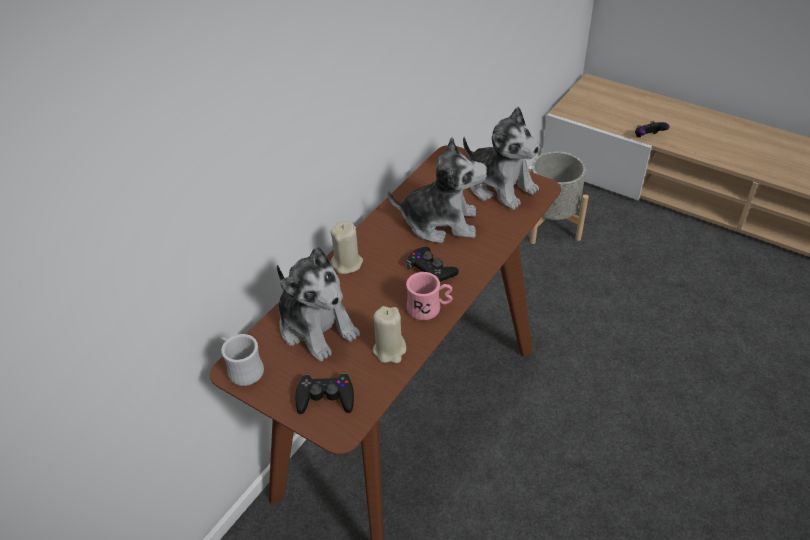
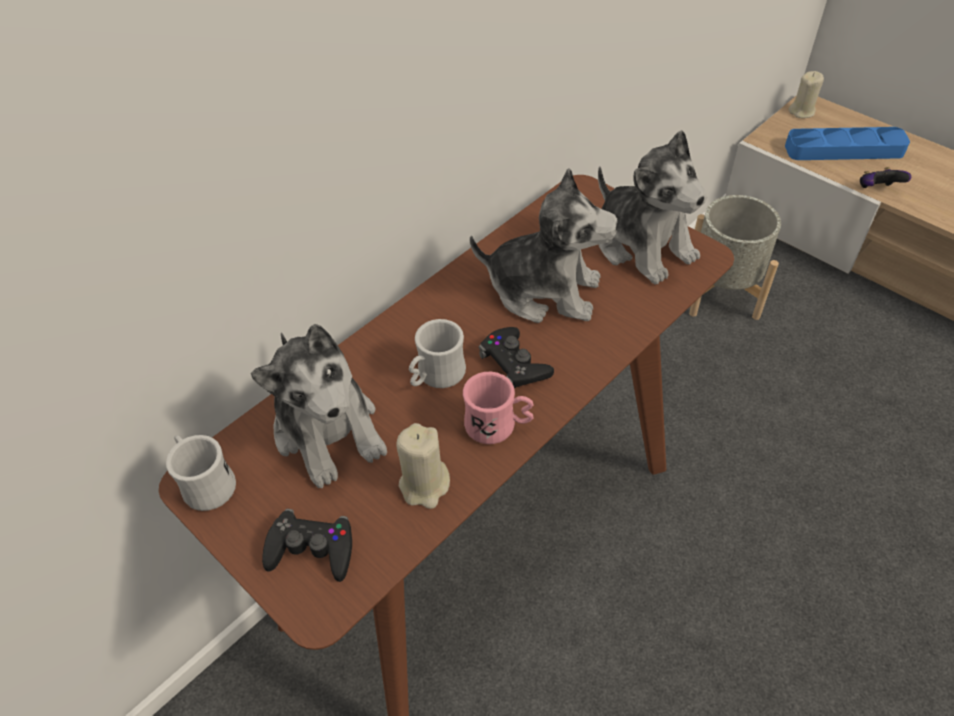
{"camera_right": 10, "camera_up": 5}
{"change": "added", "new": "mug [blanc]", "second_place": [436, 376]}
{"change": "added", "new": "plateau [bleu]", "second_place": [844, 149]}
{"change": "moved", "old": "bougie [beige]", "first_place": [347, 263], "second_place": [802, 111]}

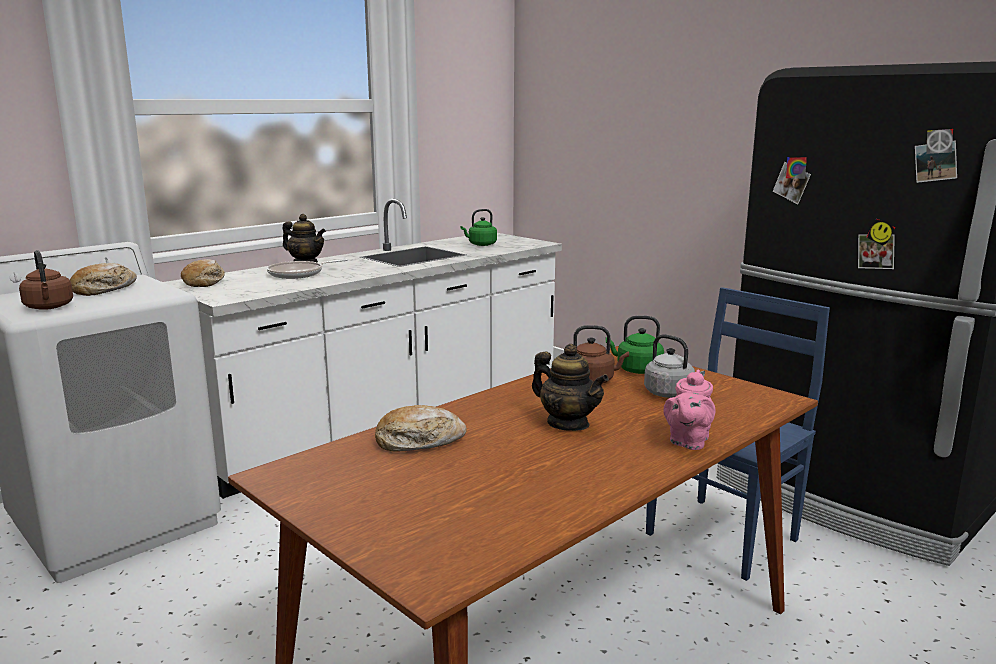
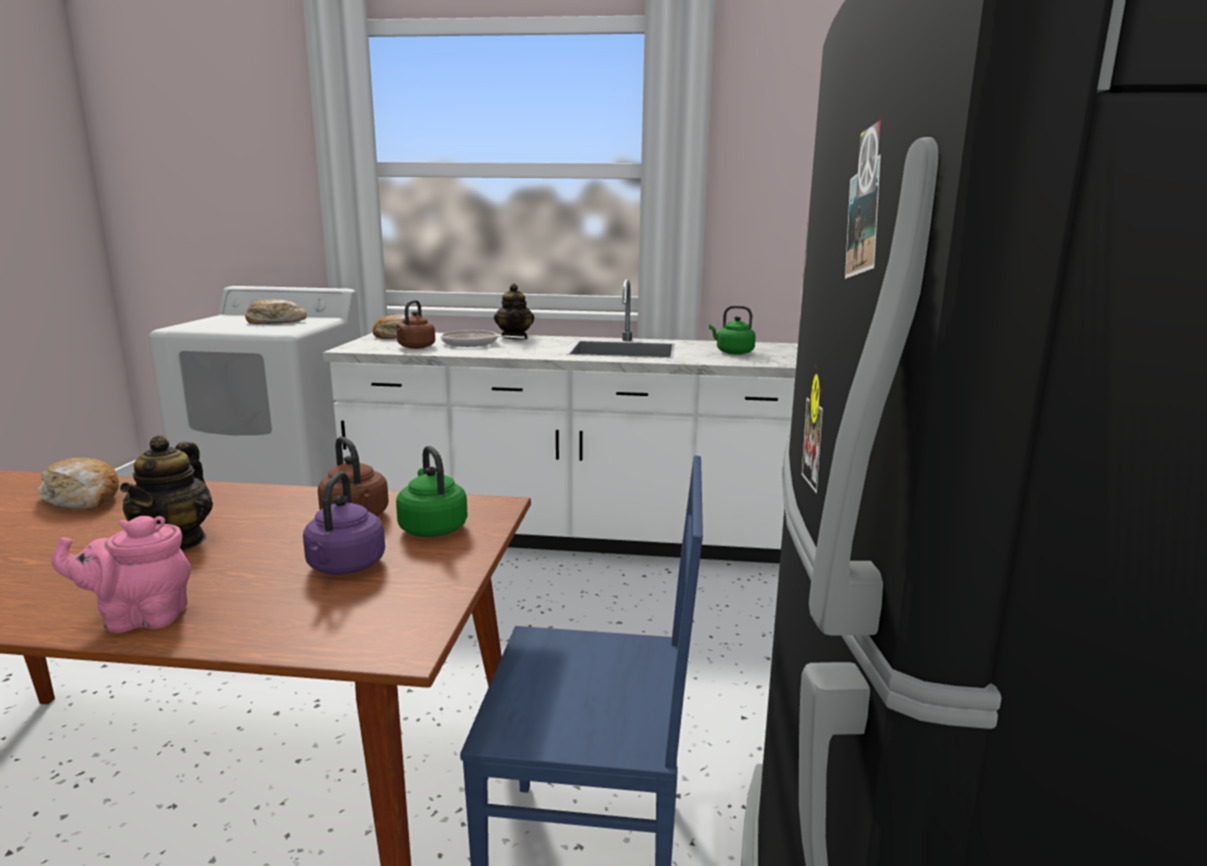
{"camera_right": 50, "camera_up": 0}
{"change": "recoloured", "old": "bouilloire [gris]", "new": "bouilloire [violet]", "first_place": [671, 394], "second_place": [344, 567]}
{"change": "moved", "old": "bouilloire [marron]", "first_place": [49, 307], "second_place": [415, 347]}

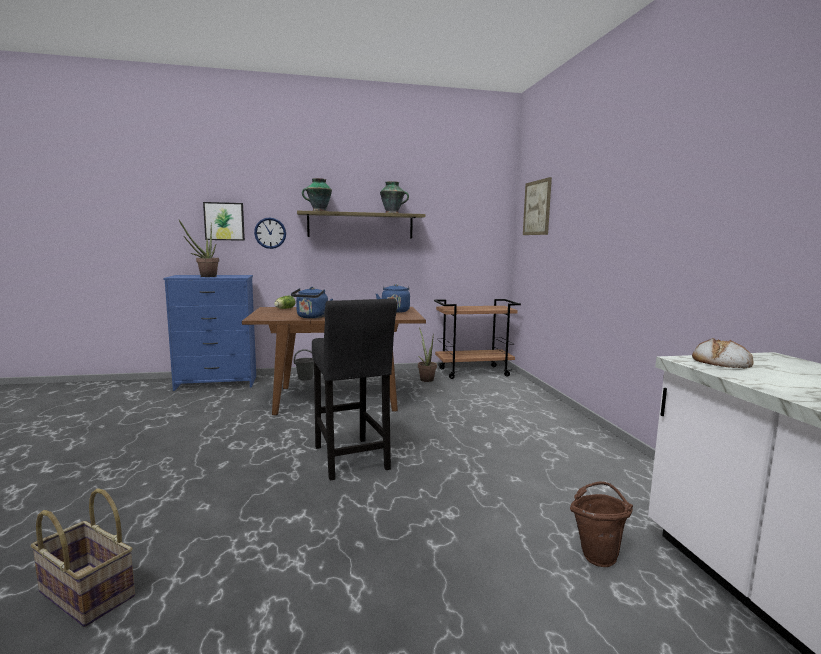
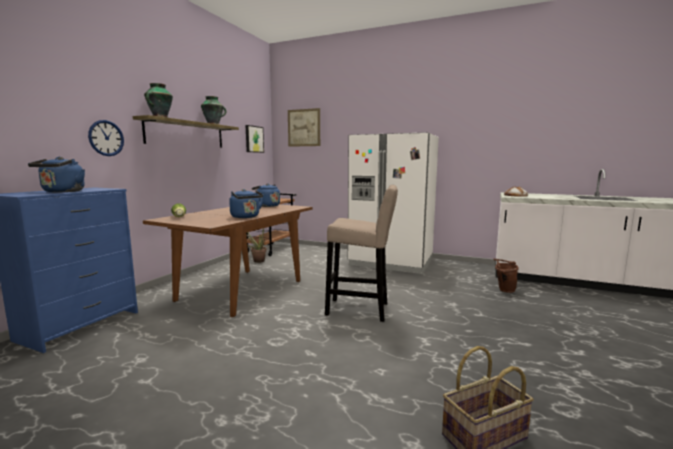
{"camera_right": -55, "camera_up": 0}
{"change": "replaced", "old": "plante en pot", "new": "bouilloire [bleu]", "first_place": [205, 276], "second_place": [62, 192]}
{"change": "moved", "old": "tableau", "first_place": [224, 221], "second_place": [254, 139]}
{"change": "recoloured", "old": "tabouret [noir]", "new": "tabouret [beige]", "first_place": [351, 460], "second_place": [361, 310]}
{"change": "added", "new": "réfrigérateur [blanc]", "second_place": [391, 262]}
{"change": "removed", "old": "seau [gris]", "first_place": [305, 378]}

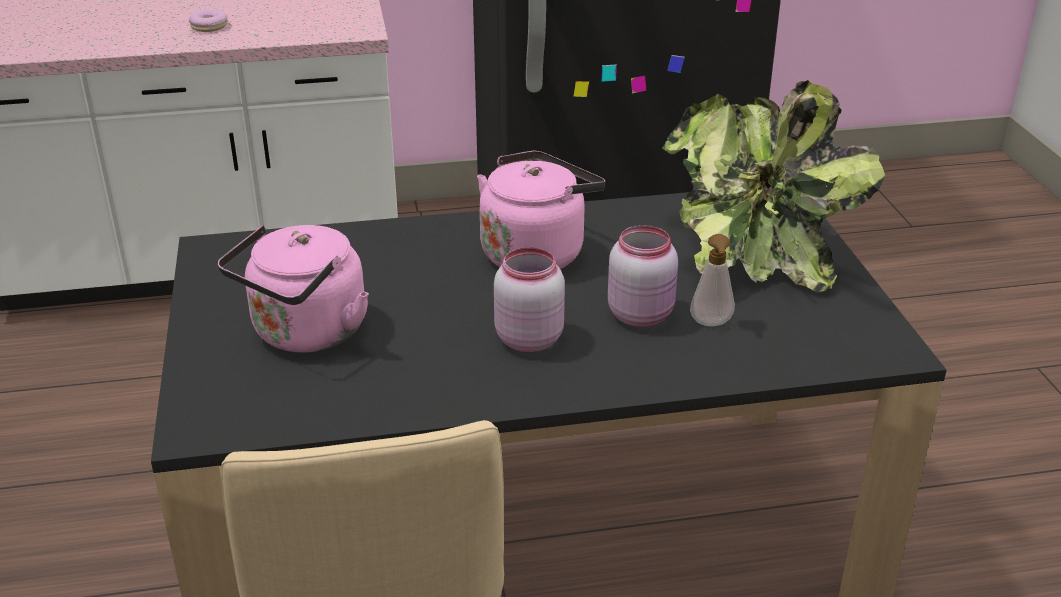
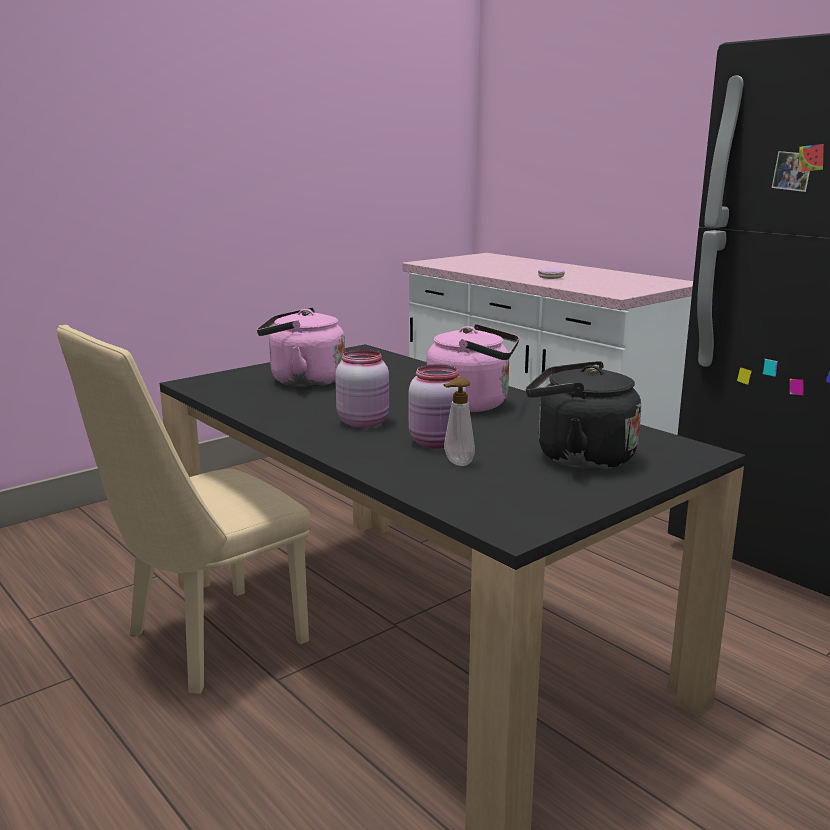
{"camera_right": 60, "camera_up": -15}
{"change": "replaced", "old": "plante en pot", "new": "bouilloire [noir]", "first_place": [746, 256], "second_place": [578, 457]}

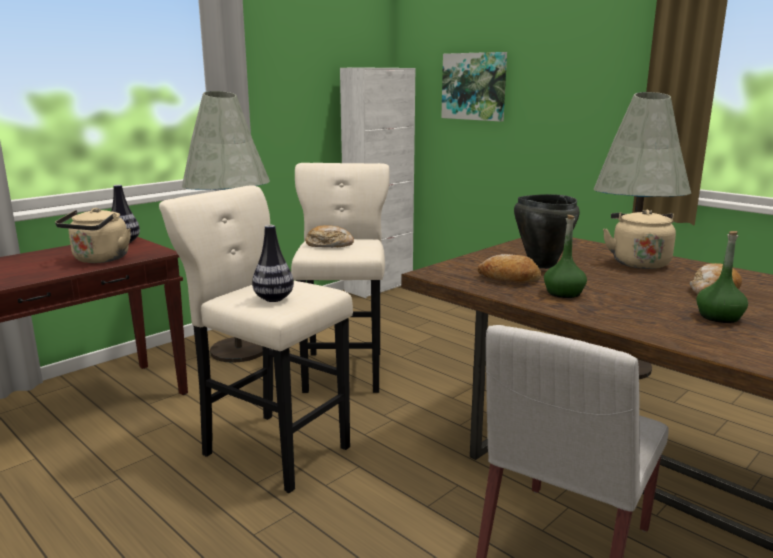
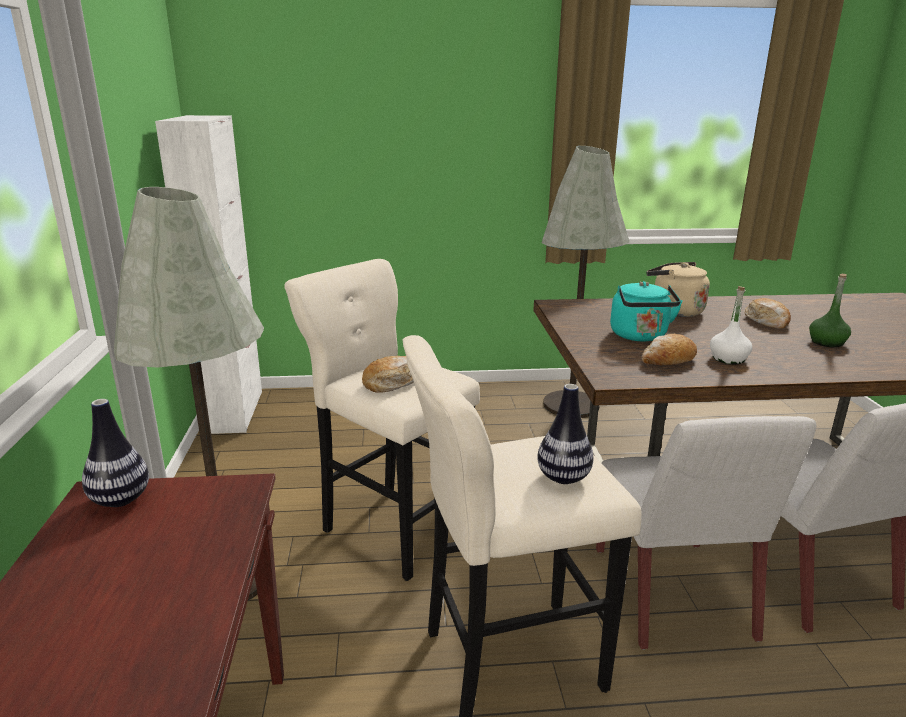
{"camera_right": -50, "camera_up": 5}
{"change": "added", "new": "chaise [blanc]", "second_place": [672, 594]}
{"change": "replaced", "old": "marmite [noir]", "new": "bouilloire [turquoise]", "first_place": [541, 265], "second_place": [640, 336]}
{"change": "recoloured", "old": "bouteille [vert]", "new": "bouteille [blanc]", "first_place": [564, 293], "second_place": [728, 359]}
{"change": "removed", "old": "bouilloire [beige]", "first_place": [99, 260]}
{"change": "removed", "old": "tableau", "first_place": [474, 86]}

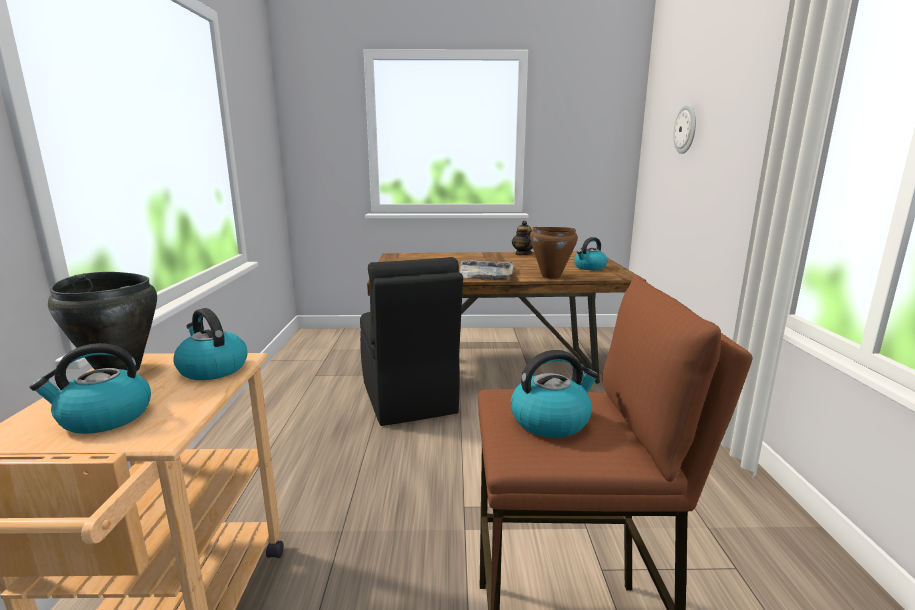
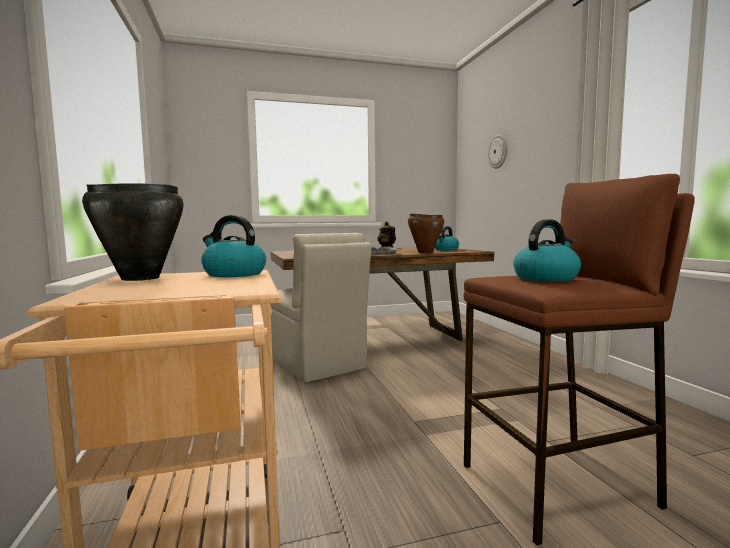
{"camera_right": -15, "camera_up": -10}
{"change": "recoloured", "old": "chaise [noir]", "new": "chaise [beige]", "first_place": [408, 399], "second_place": [317, 364]}
{"change": "removed", "old": "bouilloire", "first_place": [104, 418]}

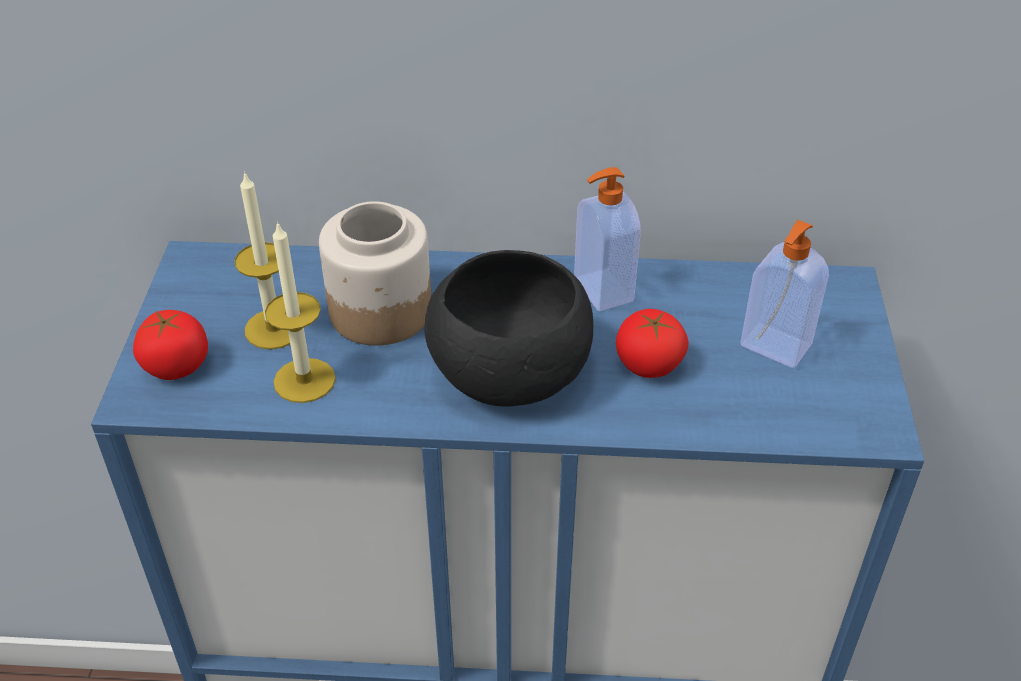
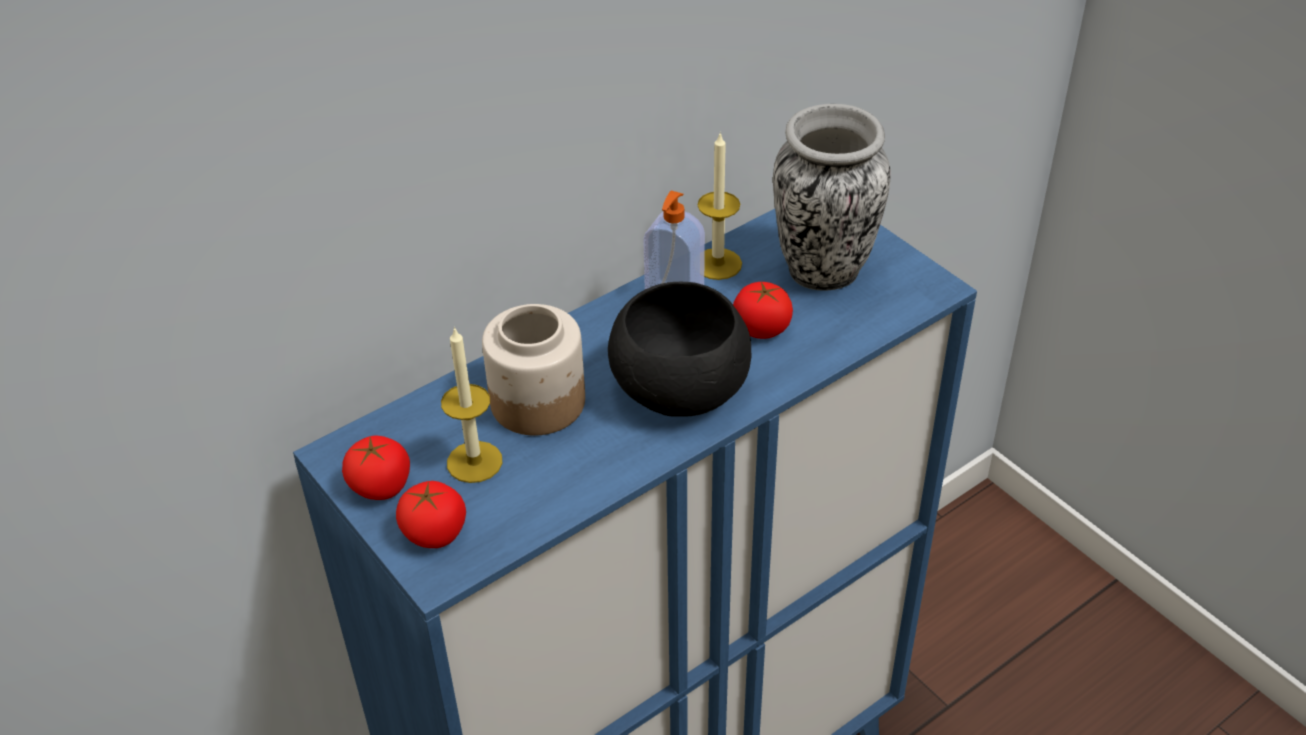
{"camera_right": -40, "camera_up": 0}
{"change": "added", "new": "tomate", "second_place": [380, 486]}
{"change": "moved", "old": "bougie", "first_place": [304, 380], "second_place": [717, 264]}
{"change": "replaced", "old": "distributeur de savon", "new": "vase", "first_place": [774, 347], "second_place": [823, 271]}

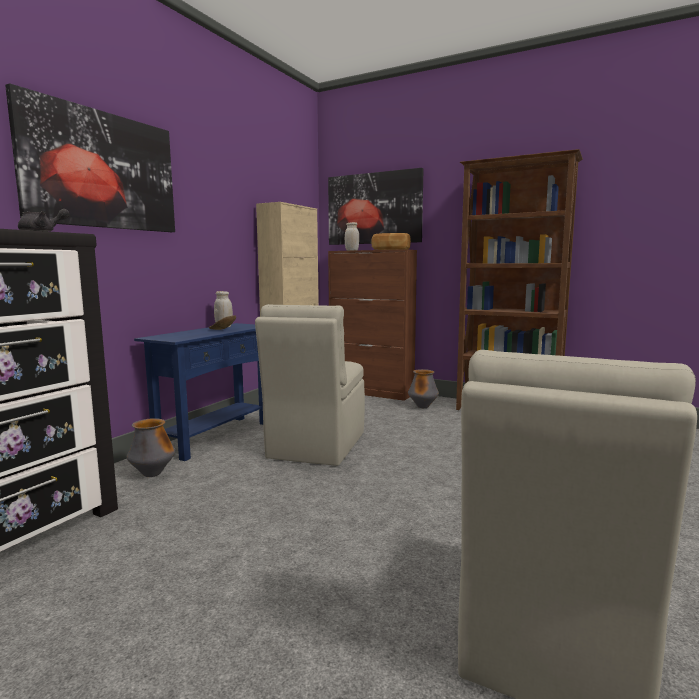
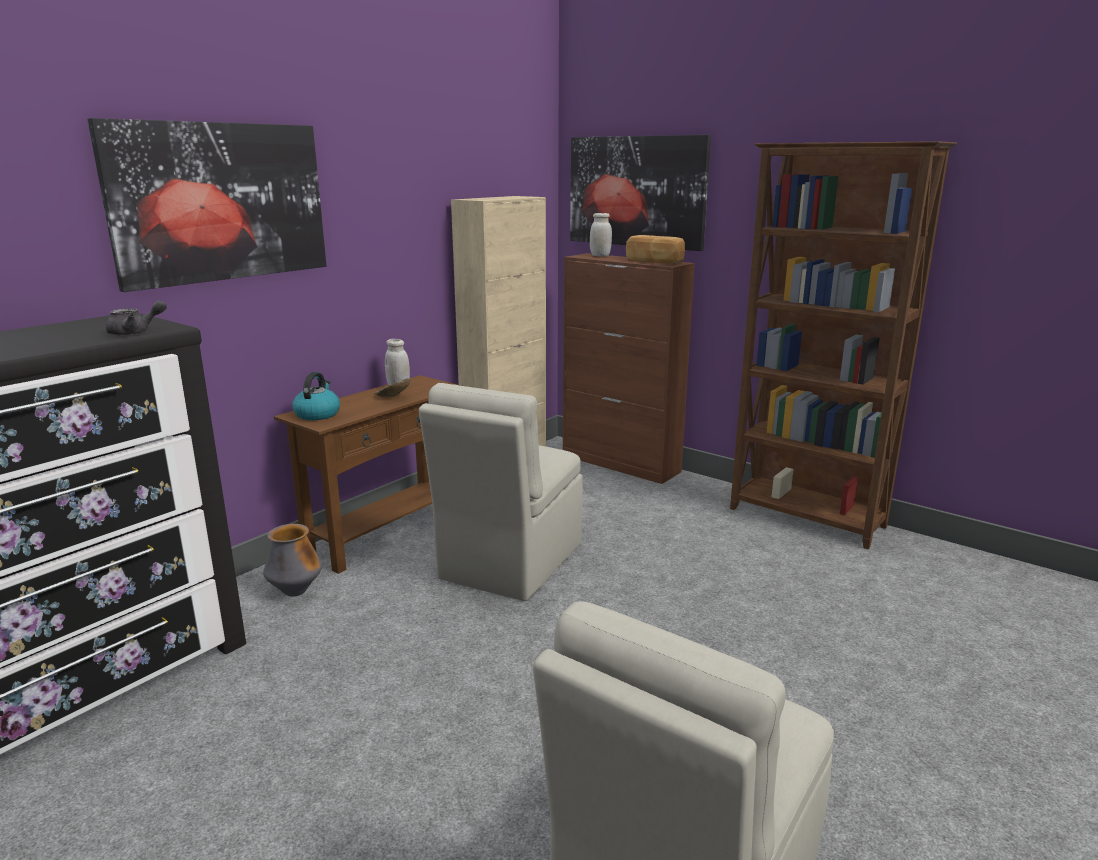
{"camera_right": 10, "camera_up": 10}
{"change": "recoloured", "old": "table console [bleu]", "new": "table console [marron]", "first_place": [215, 437], "second_place": [385, 533]}
{"change": "added", "new": "bouilloire", "second_place": [317, 414]}
{"change": "removed", "old": "vase", "first_place": [423, 407]}

